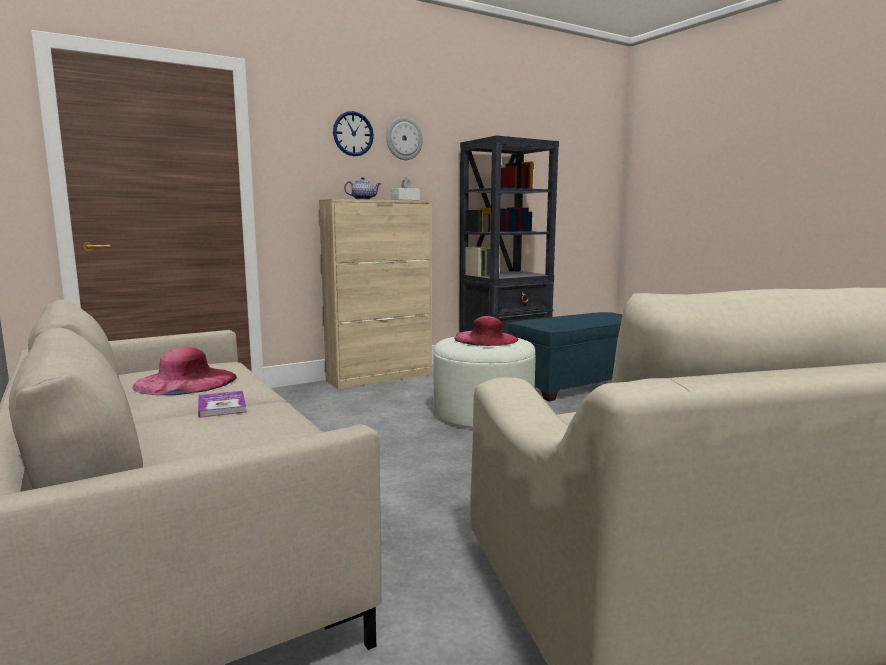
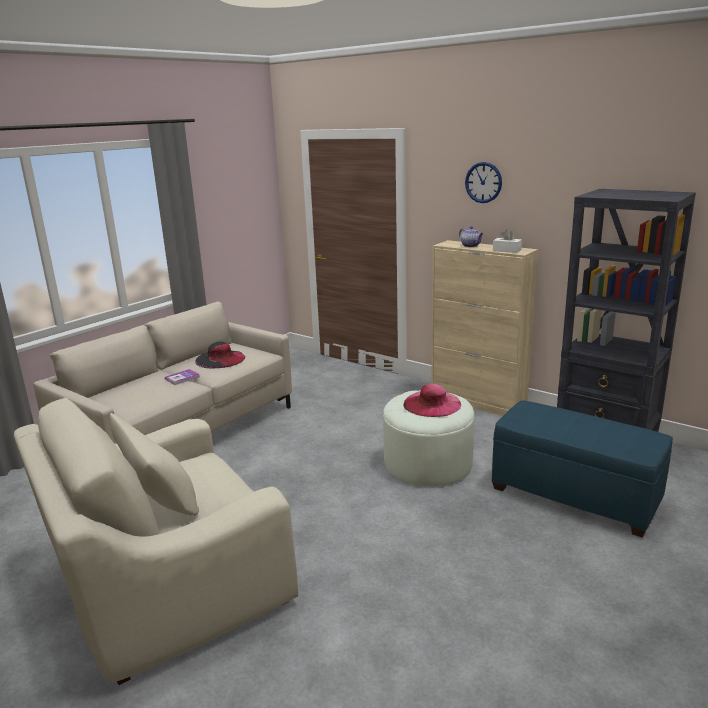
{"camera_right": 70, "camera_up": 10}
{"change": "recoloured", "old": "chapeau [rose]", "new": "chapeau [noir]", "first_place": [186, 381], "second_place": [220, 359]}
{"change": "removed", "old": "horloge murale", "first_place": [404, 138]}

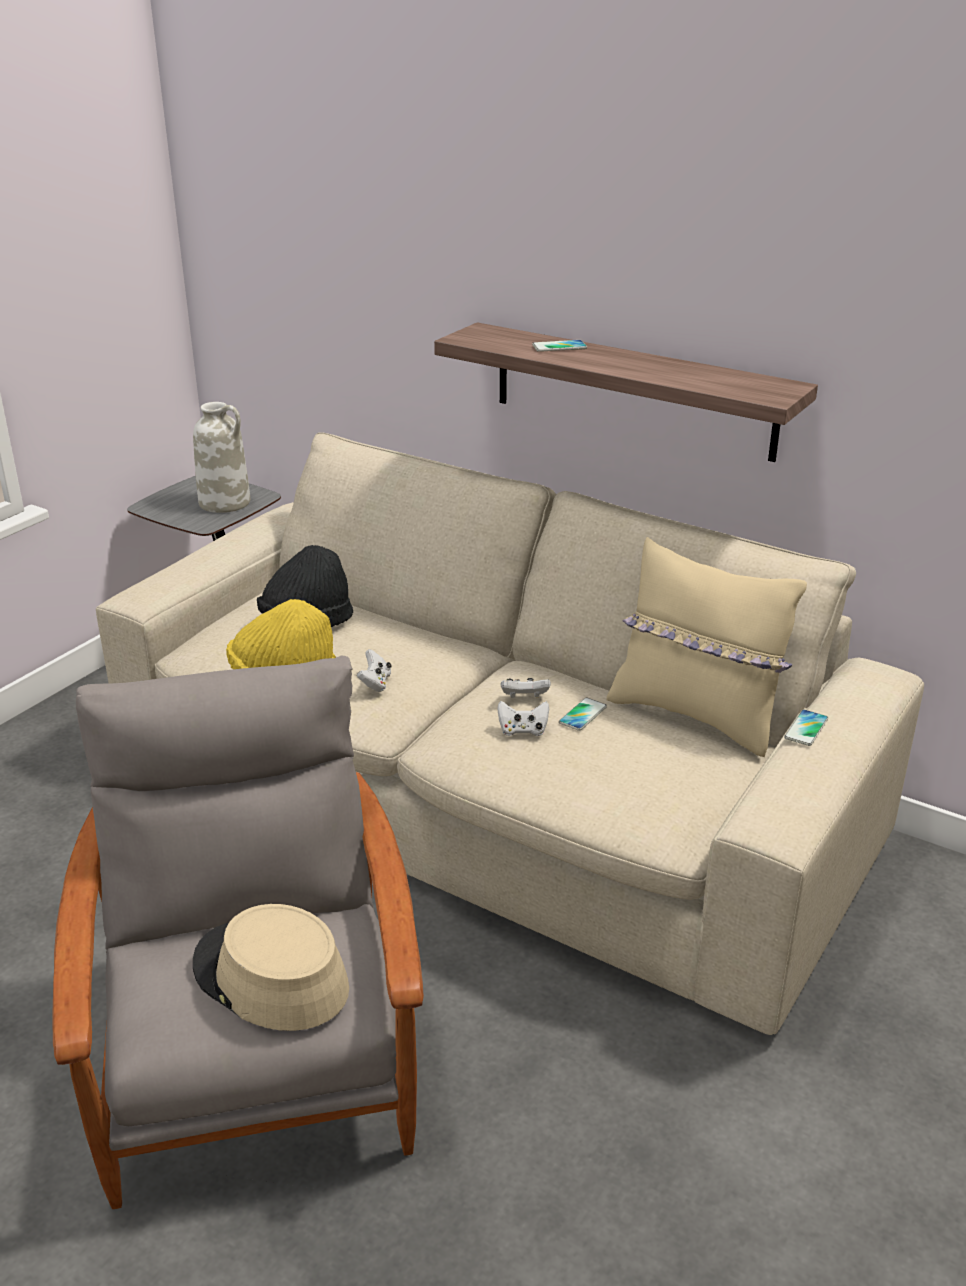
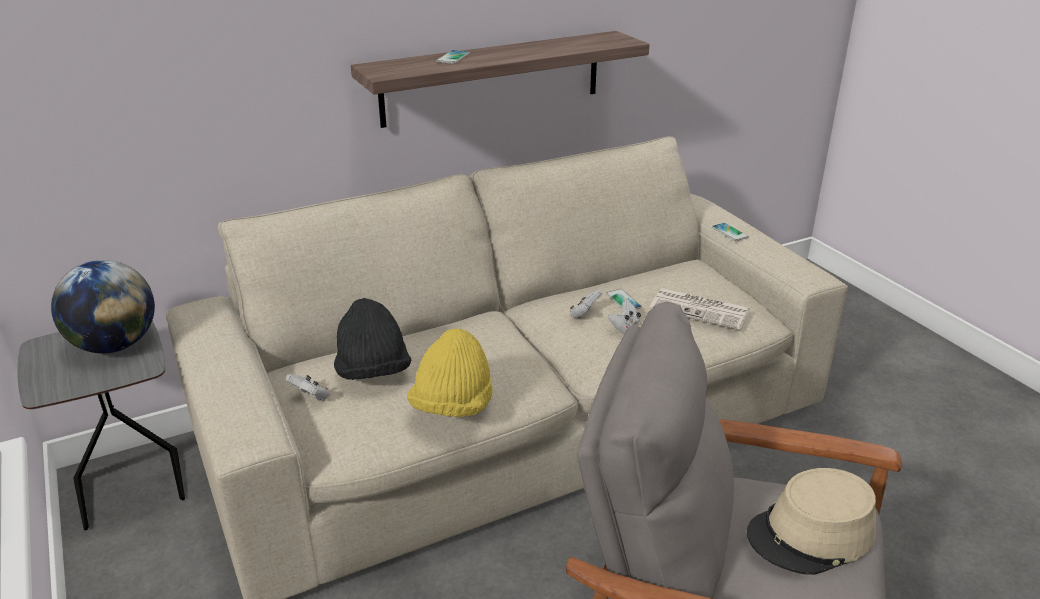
{"camera_right": -60, "camera_up": 0}
{"change": "replaced", "old": "vase [blanc]", "new": "globe", "first_place": [225, 503], "second_place": [114, 345]}
{"change": "moved", "old": "manette [blanc]", "first_place": [375, 683], "second_place": [311, 397]}
{"change": "added", "new": "journal", "second_place": [701, 309]}
{"change": "removed", "old": "coussin [beige]", "first_place": [696, 716]}

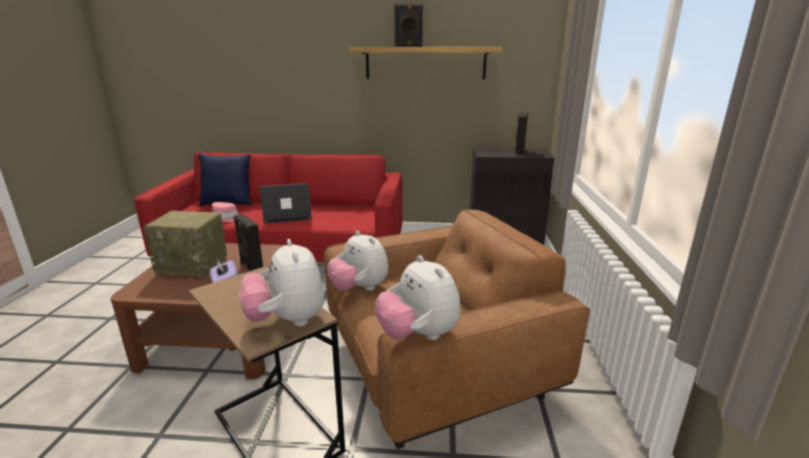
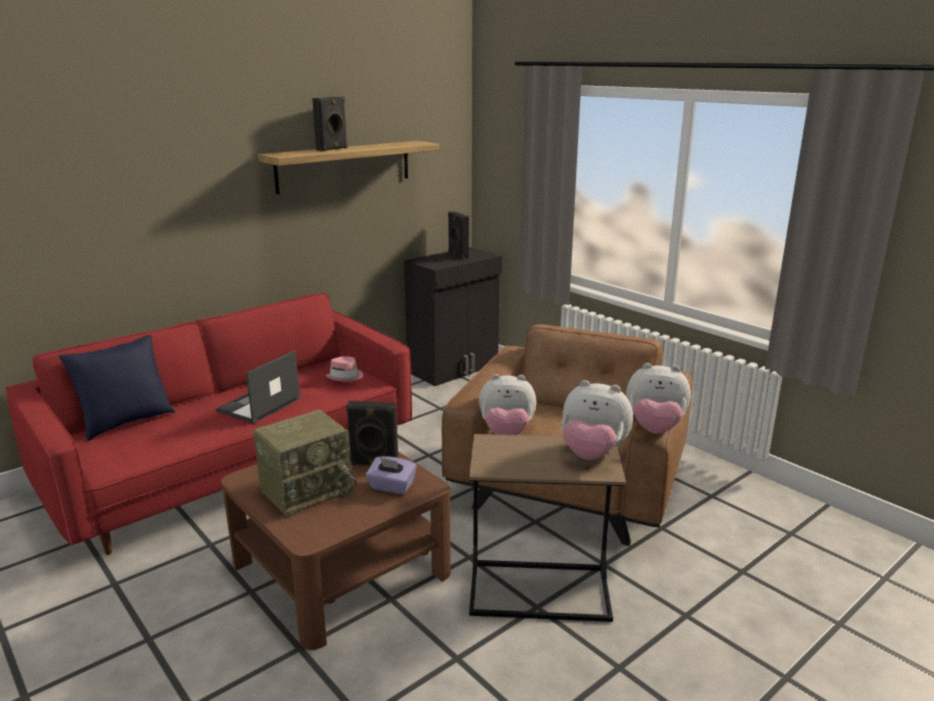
{"camera_right": -45, "camera_up": 0}
{"change": "moved", "old": "chapeau [rose]", "first_place": [225, 218], "second_place": [345, 377]}

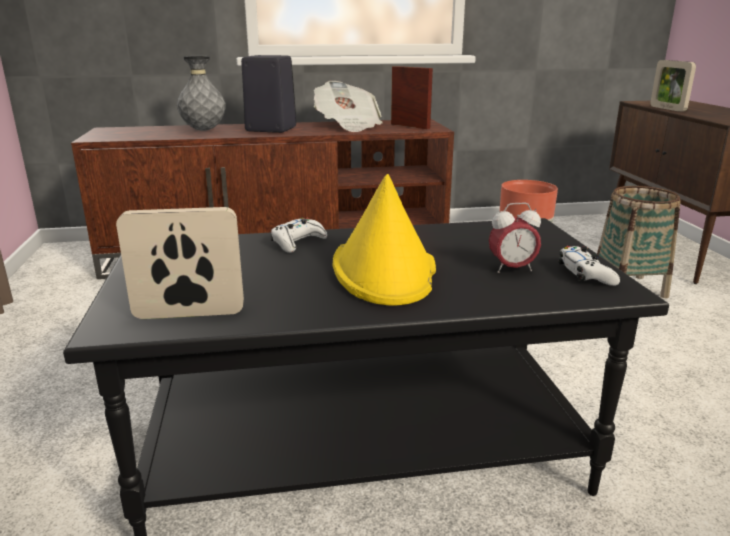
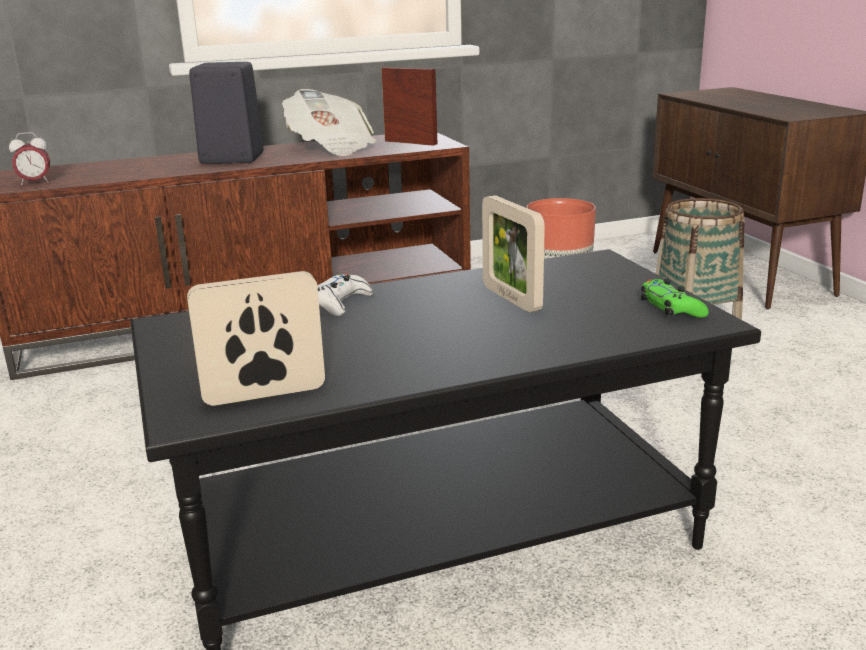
{"camera_right": -10, "camera_up": 0}
{"change": "moved", "old": "réveil", "first_place": [511, 269], "second_place": [35, 183]}
{"change": "moved", "old": "cadre photo", "first_place": [667, 109], "second_place": [511, 298]}
{"change": "recoloured", "old": "manette [blanc]", "new": "manette [vert]", "first_place": [585, 274], "second_place": [671, 308]}
{"change": "removed", "old": "vase [gris]", "first_place": [203, 130]}
{"change": "removed", "old": "chapeau [jaune]", "first_place": [384, 269]}

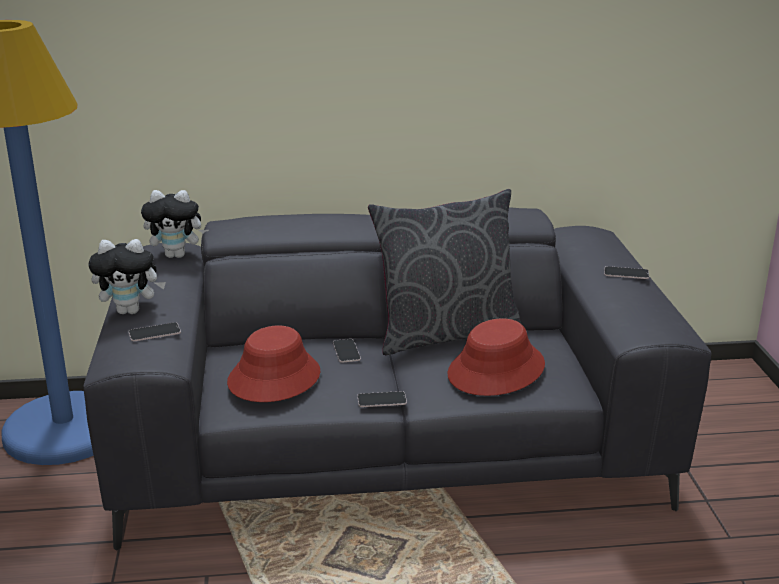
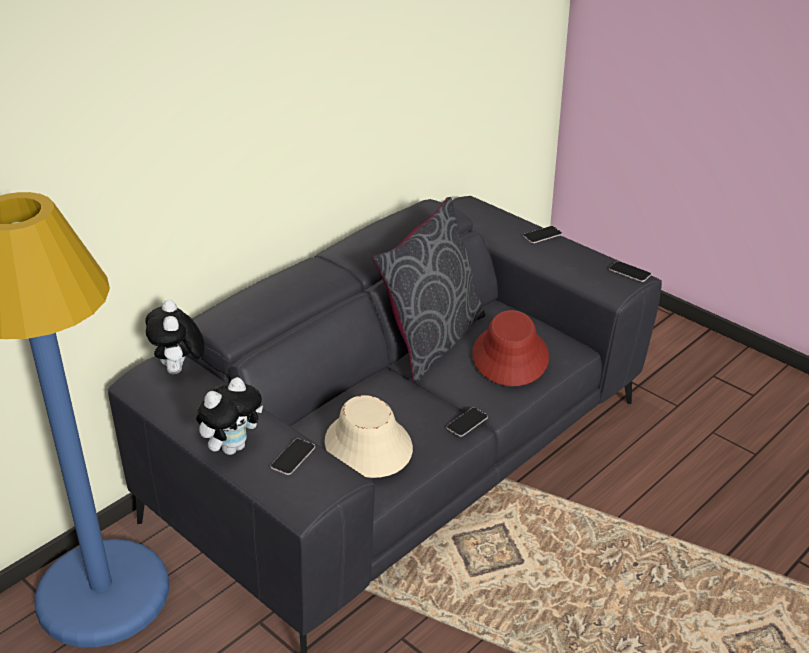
{"camera_right": -40, "camera_up": 10}
{"change": "turned", "old": "peluche", "first_place": [177, 255], "second_place": [179, 370], "degrees": 120}
{"change": "recoloured", "old": "chapeau [rouge]", "new": "chapeau [beige]", "first_place": [274, 378], "second_place": [368, 446]}
{"change": "moved", "old": "téléphone", "first_place": [346, 351], "second_place": [629, 272]}

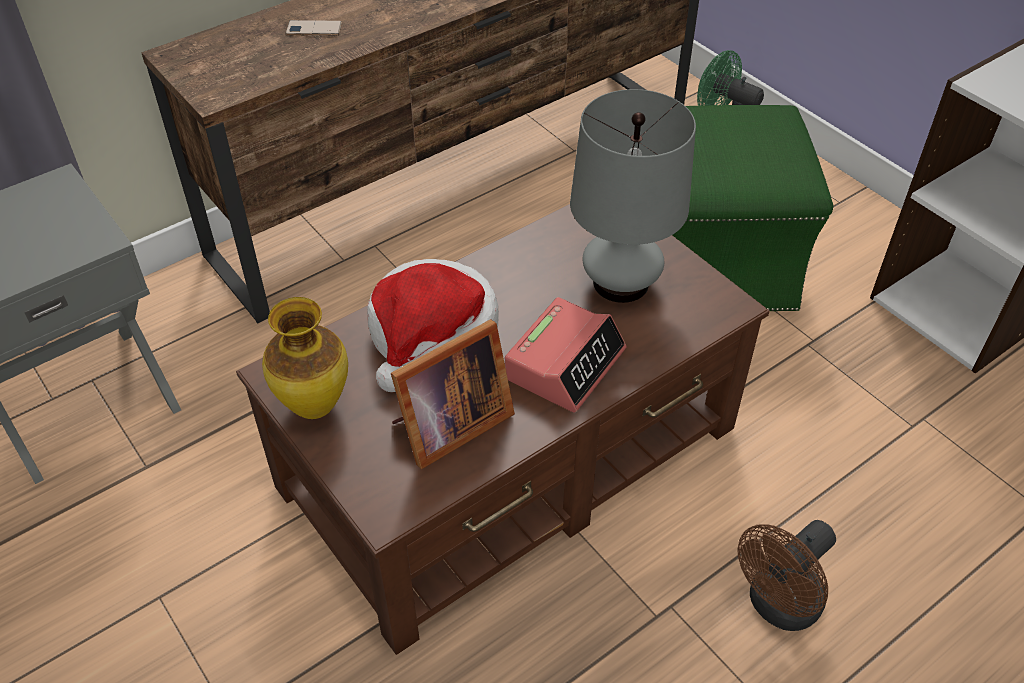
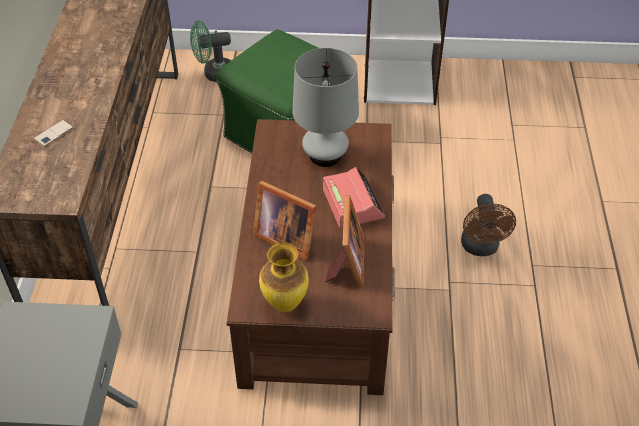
{"camera_right": -50, "camera_up": 0}
{"change": "replaced", "old": "chapeau", "new": "cadre photo", "first_place": [432, 334], "second_place": [285, 237]}

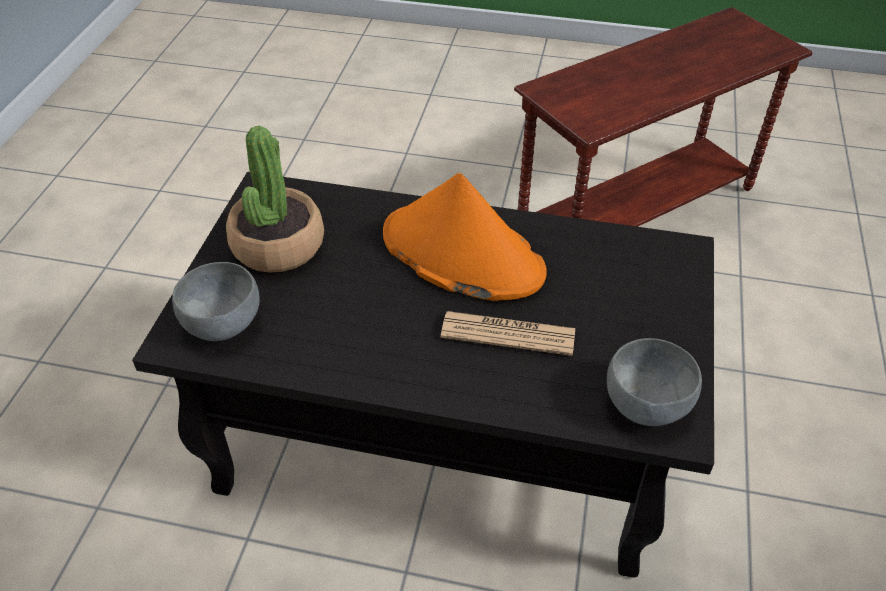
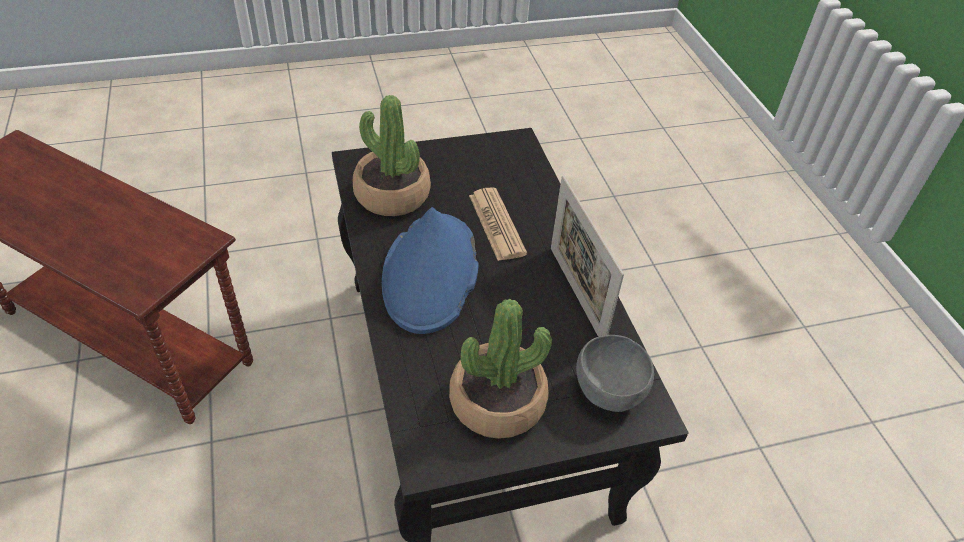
{"camera_right": -120, "camera_up": 0}
{"change": "added", "new": "plante en pot", "second_place": [392, 195]}
{"change": "recoloured", "old": "chapeau [orange]", "new": "chapeau [bleu]", "first_place": [461, 254], "second_place": [431, 274]}
{"change": "added", "new": "cadre photo", "second_place": [576, 294]}
{"change": "removed", "old": "bol [gris]", "first_place": [645, 404]}

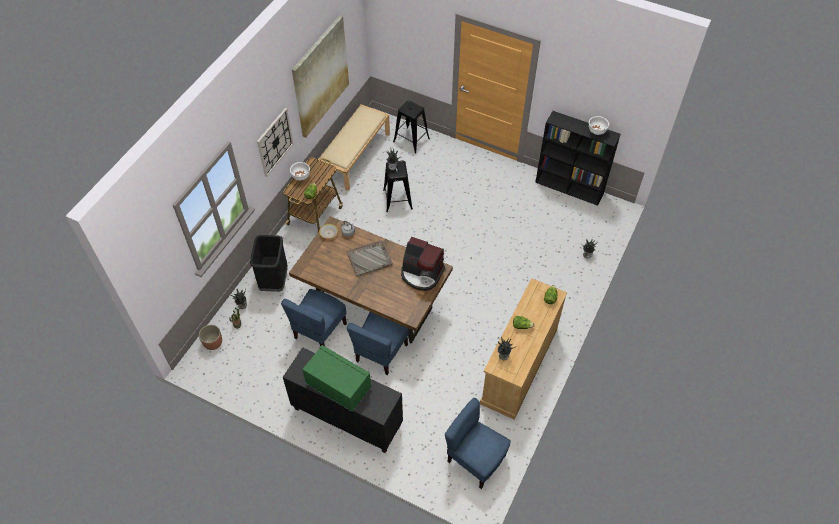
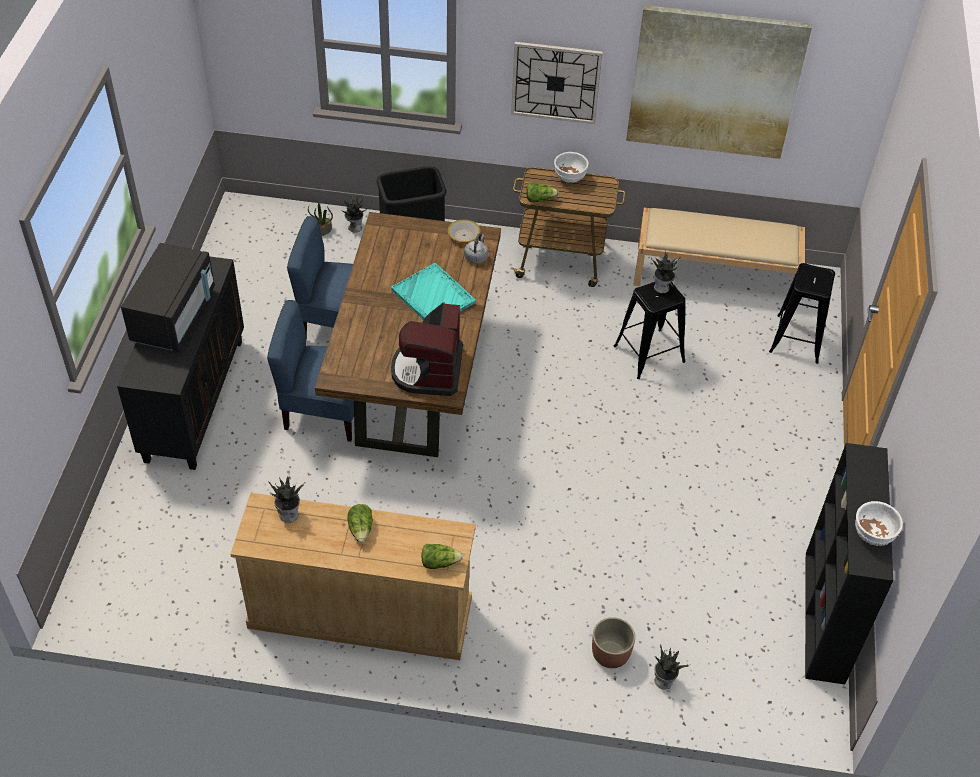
{"camera_right": 70, "camera_up": -5}
{"change": "recoloured", "old": "micro-ondes [vert]", "new": "micro-ondes [noir]", "first_place": [338, 386], "second_place": [174, 316]}
{"change": "recoloured", "old": "plateau [gris]", "new": "plateau [turquoise]", "first_place": [370, 258], "second_place": [433, 297]}
{"change": "moved", "old": "cache-pot", "first_place": [213, 343], "second_place": [610, 653]}
{"change": "removed", "old": "chaise [bleu]", "first_place": [475, 459]}

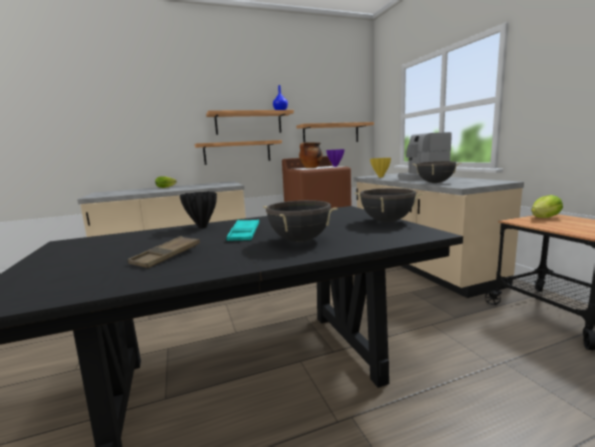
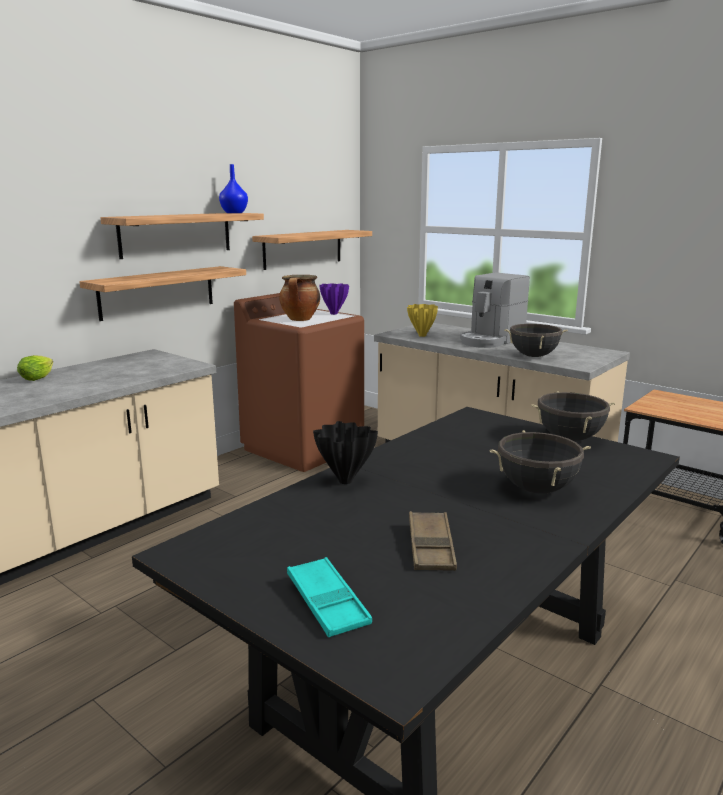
{"camera_right": -30, "camera_up": 5}
{"change": "moved", "old": "plateau [turquoise]", "first_place": [244, 234], "second_place": [327, 602]}
{"change": "removed", "old": "laitue", "first_place": [545, 218]}

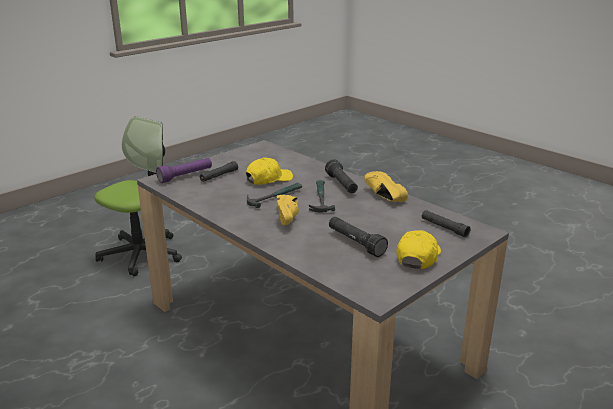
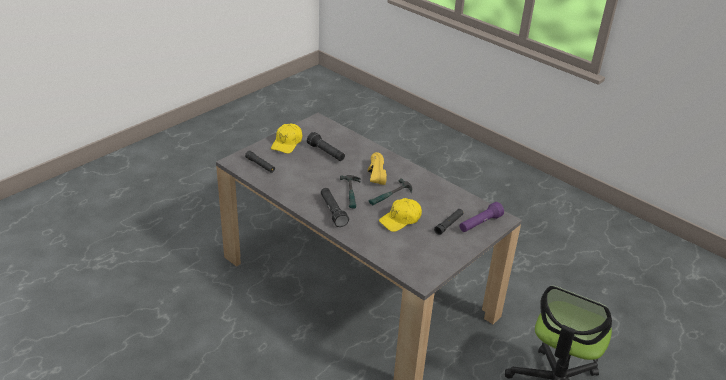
{"camera_right": 175, "camera_up": 10}
{"change": "removed", "old": "chaussure [jaune]", "first_place": [381, 197]}

